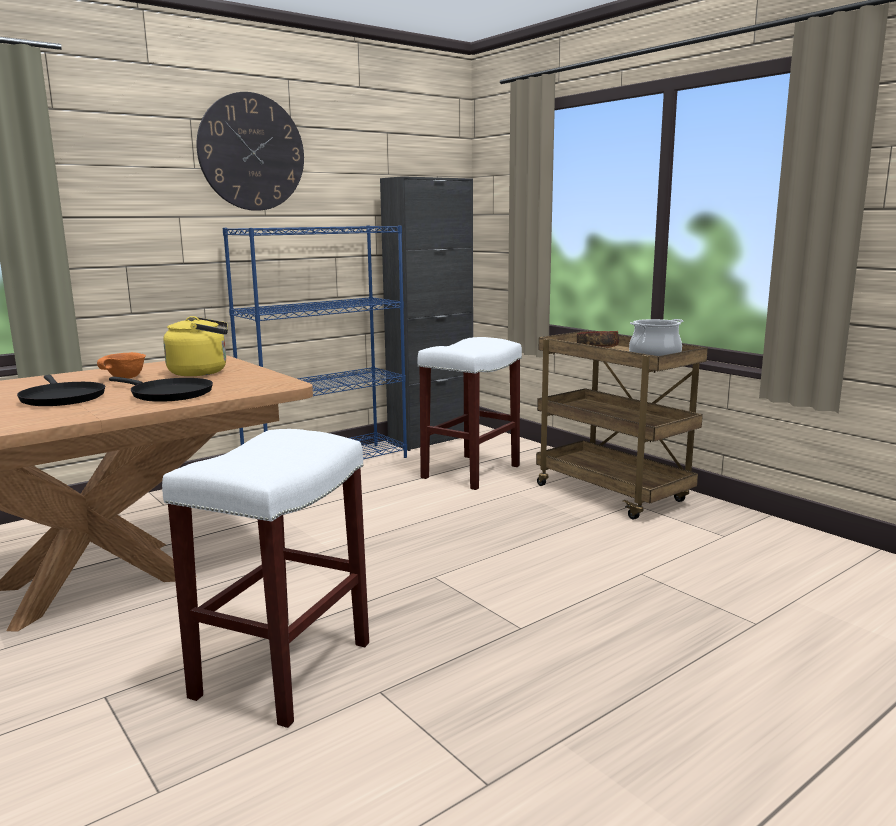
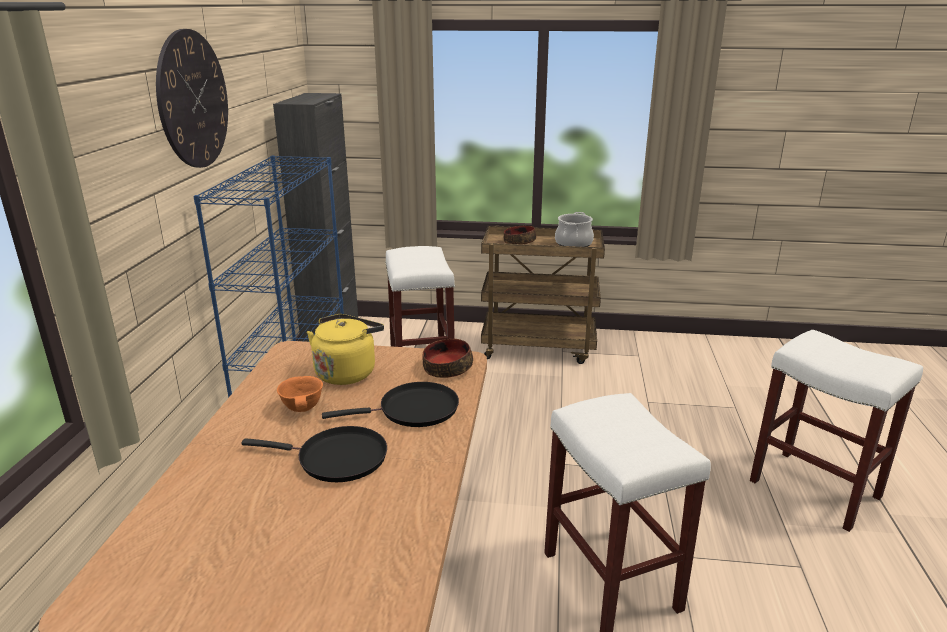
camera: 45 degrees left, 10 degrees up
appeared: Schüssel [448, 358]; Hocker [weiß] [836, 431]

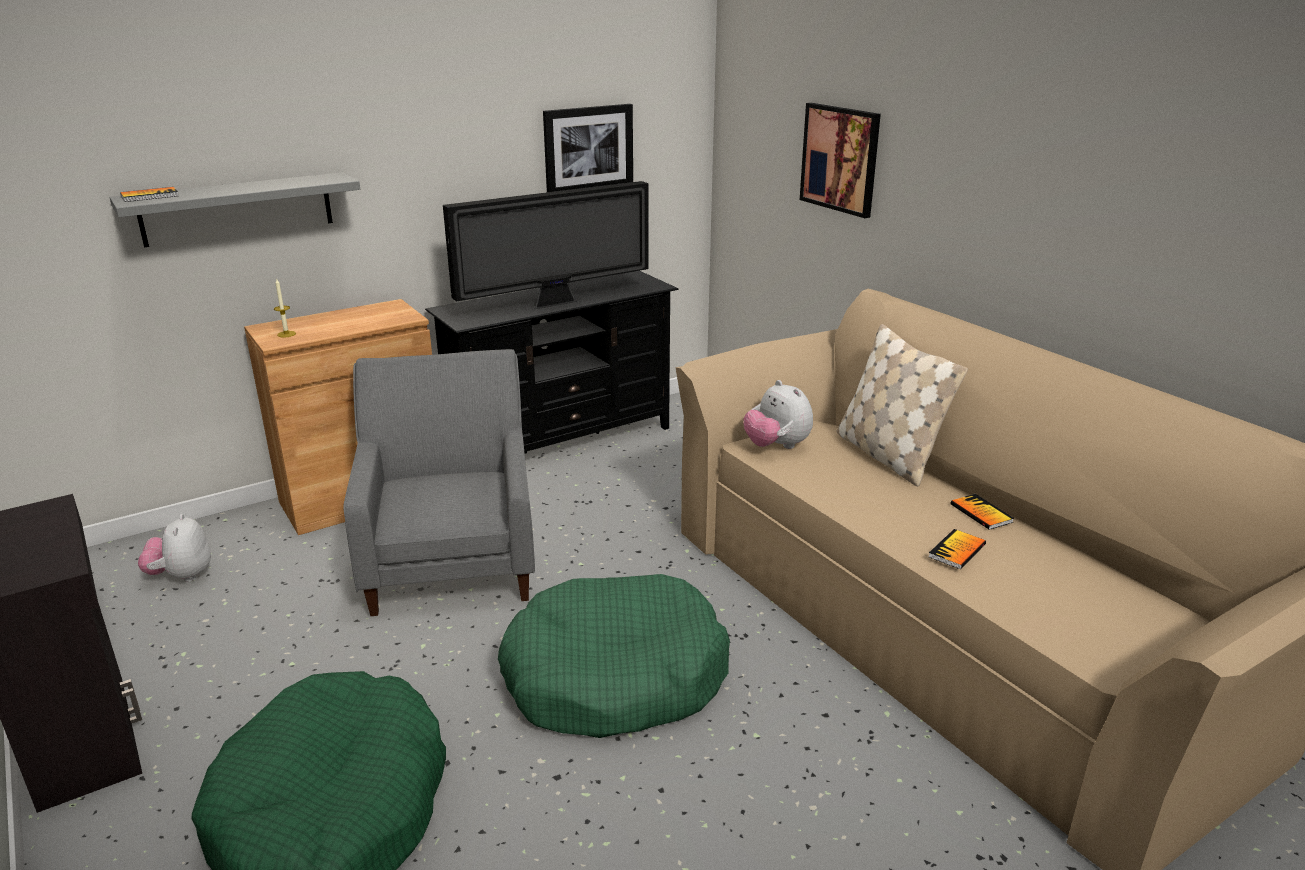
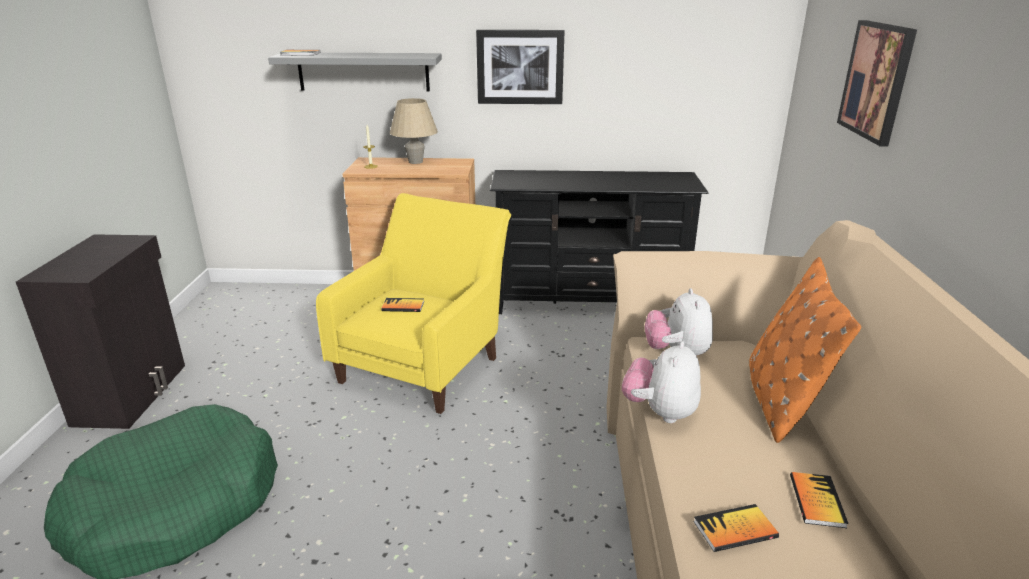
camera: 35 degrees right, 0 degrees up
missing: Fernseher [546, 245]; Hundebett [grün] [614, 656]
appeared: Buch [402, 305]; Tischlampe [beige] [414, 131]
relocated: Plüschtier [174, 548] to [661, 382]; Bild [588, 148] to [520, 67]
colour: Sessel [grau] [439, 482] to Sessel [gelb] [413, 303]; Kissen [beige] [902, 405] to Kissen [orange] [805, 350]

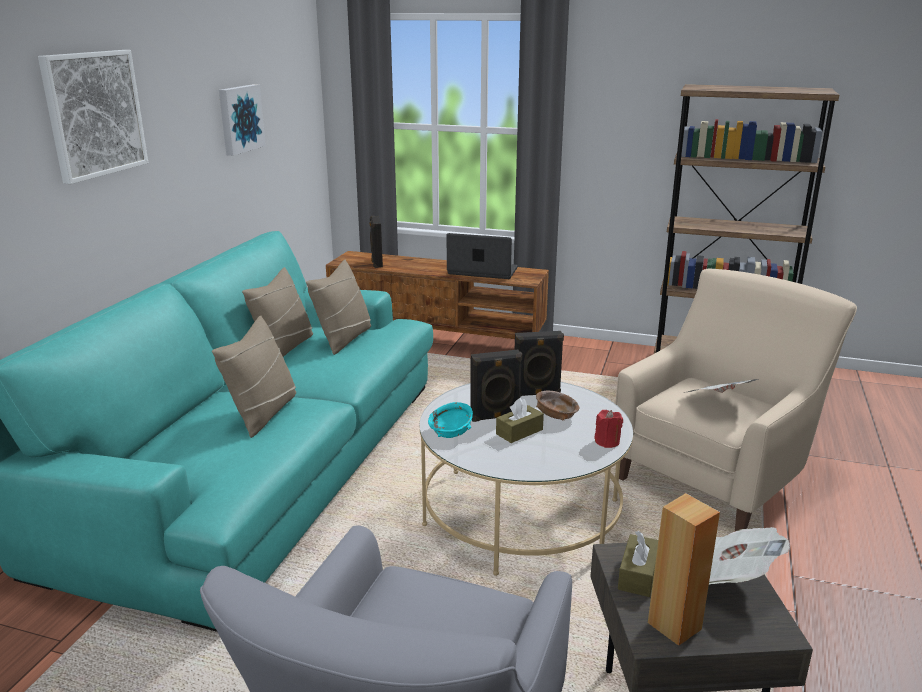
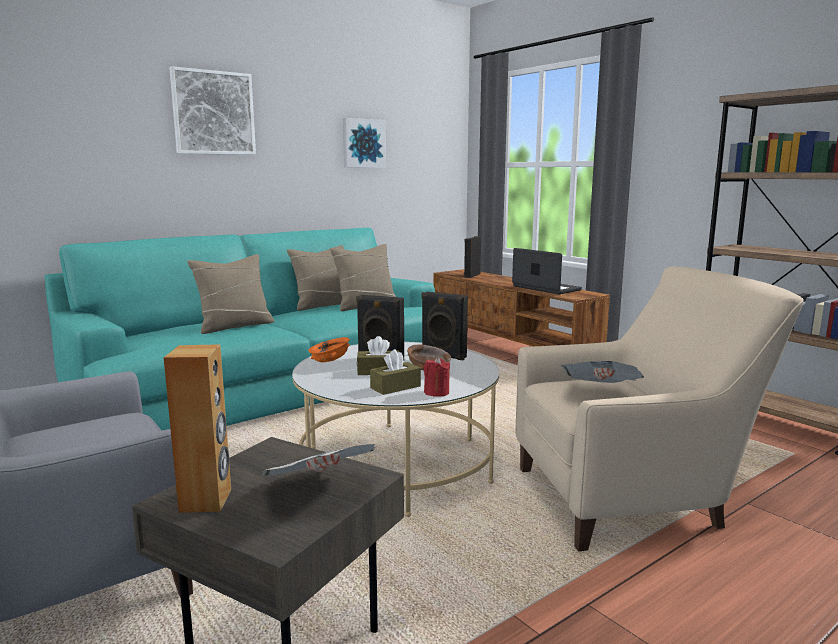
camera: 35 degrees right, 10 degrees down
relocated: Taschentuchbox [braun] [638, 564] to [395, 372]
colour: Schüssel [türkis] [450, 420] to Schüssel [orange] [329, 349]

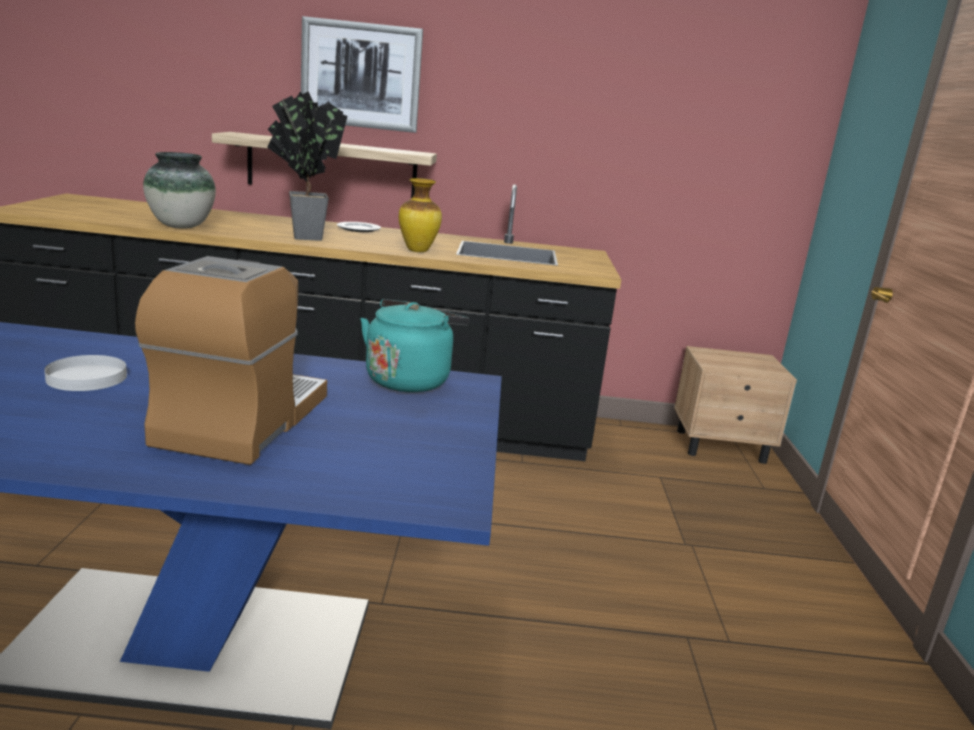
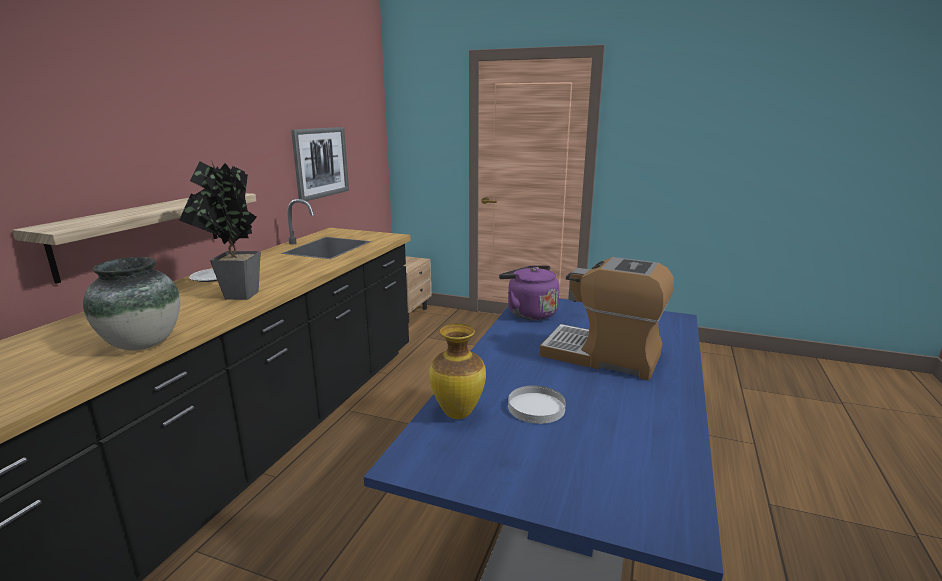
camera: 70 degrees left, 0 degrees up
relocated: Bild [362, 74] to [320, 164]; Vase [420, 215] to [457, 371]
colour: Wasserkessel [türkis] [415, 345] to Wasserkessel [lila] [529, 292]

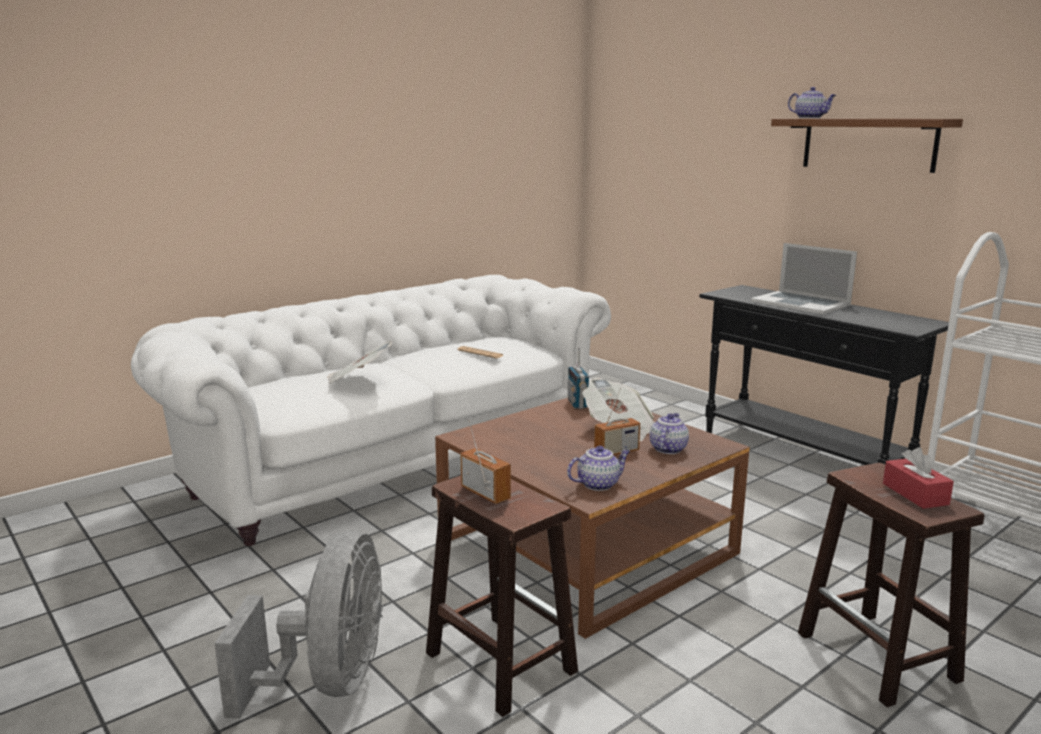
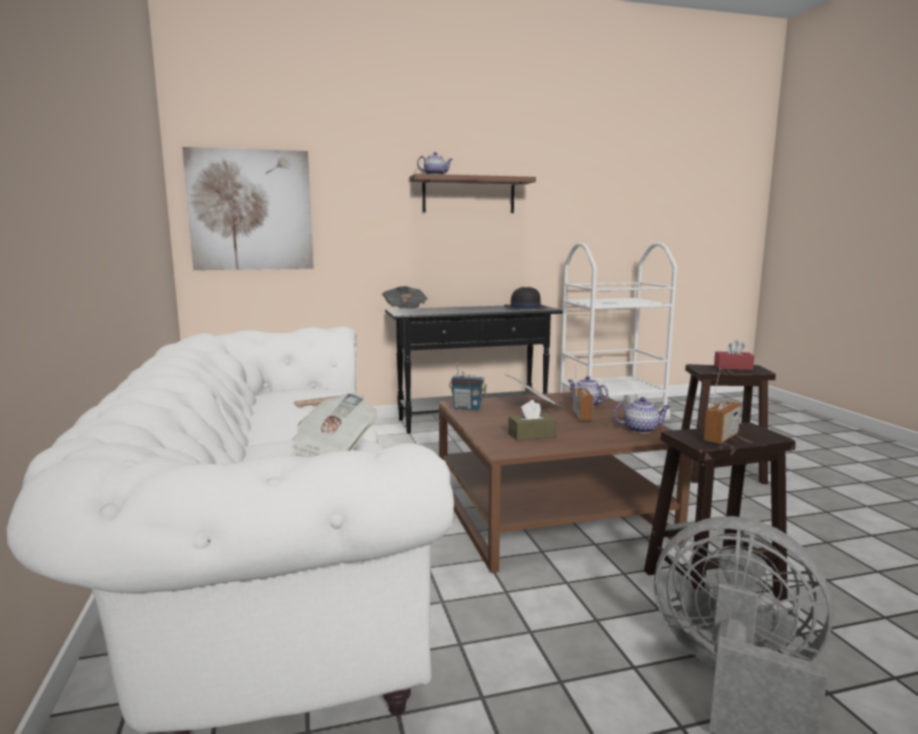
camera: 65 degrees left, 5 degrees down
missing: Laptop [804, 278]
appeared: Bild [248, 208]; Zeitung [405, 297]; Hut [schwarz] [525, 298]; Taschentuchbox [braun] [532, 420]
spun: Radio [486, 461] = [722, 406] 150 degrees clockwise; Teekanne [598, 468] = [642, 415] 90 degrees clockwise

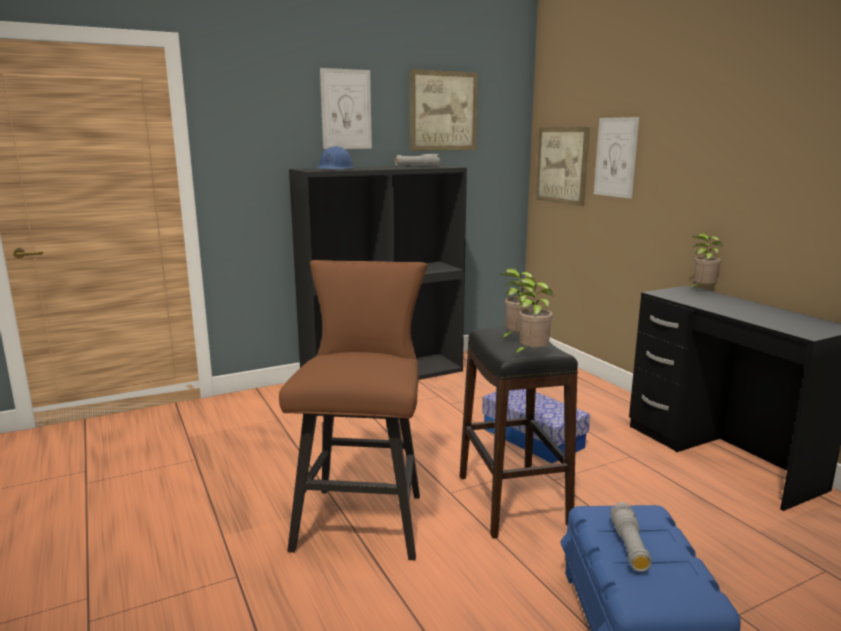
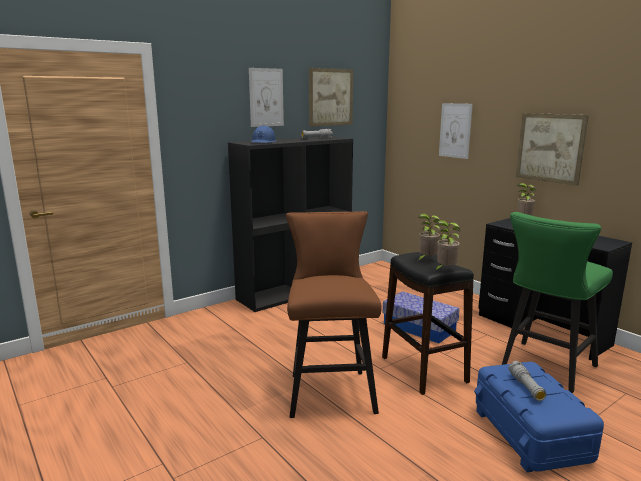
camera: 10 degrees left, 0 degrees up
appeared: Hocker [grün] [557, 302]
relocated: Bild [562, 166] to [552, 149]

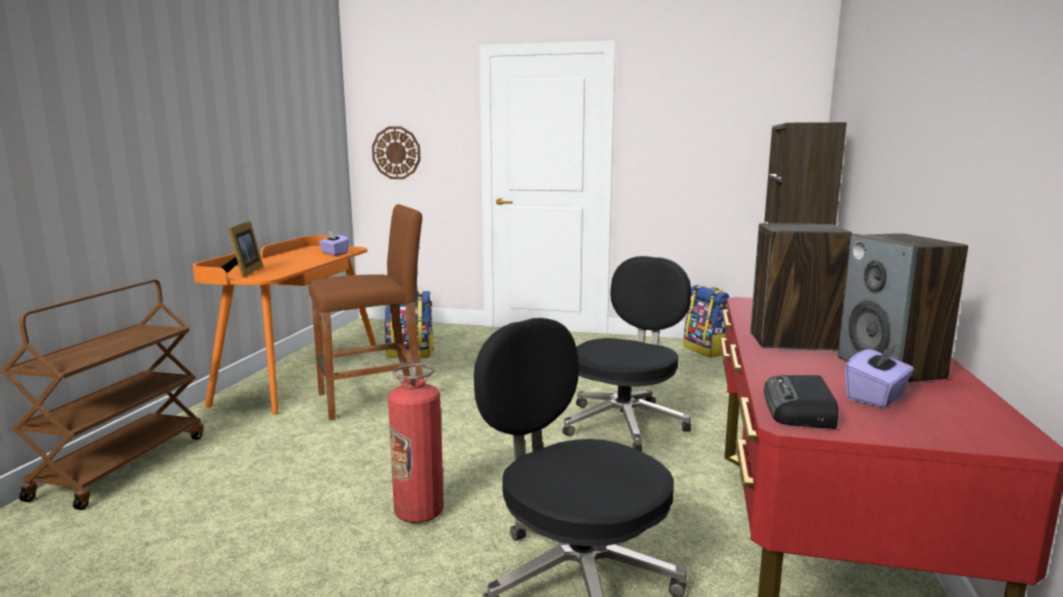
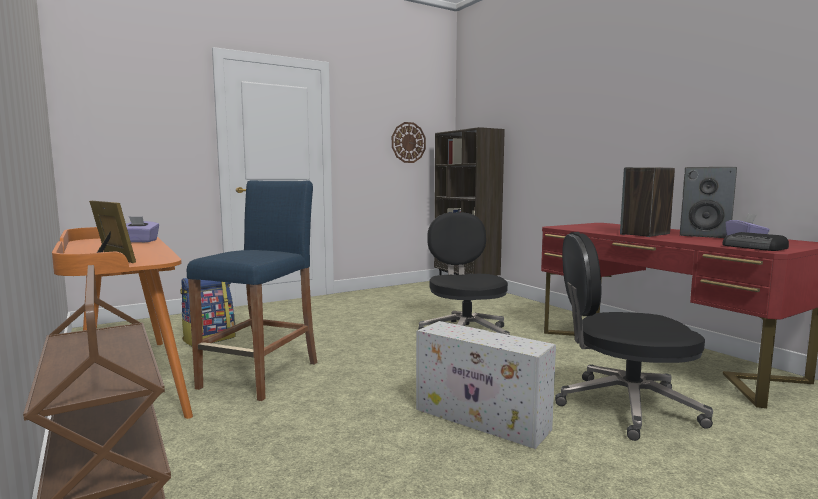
camera: 45 degrees left, 5 degrees down
missing: Rucksack [706, 321]
relocated: Wanduhr [396, 153] to [409, 142]
exchanged: Feuerlöscher [416, 443] to Aufbewahrungsbox [weiß] [486, 385]
colour: Hocker [braun] [366, 312] to Hocker [blau] [252, 290]

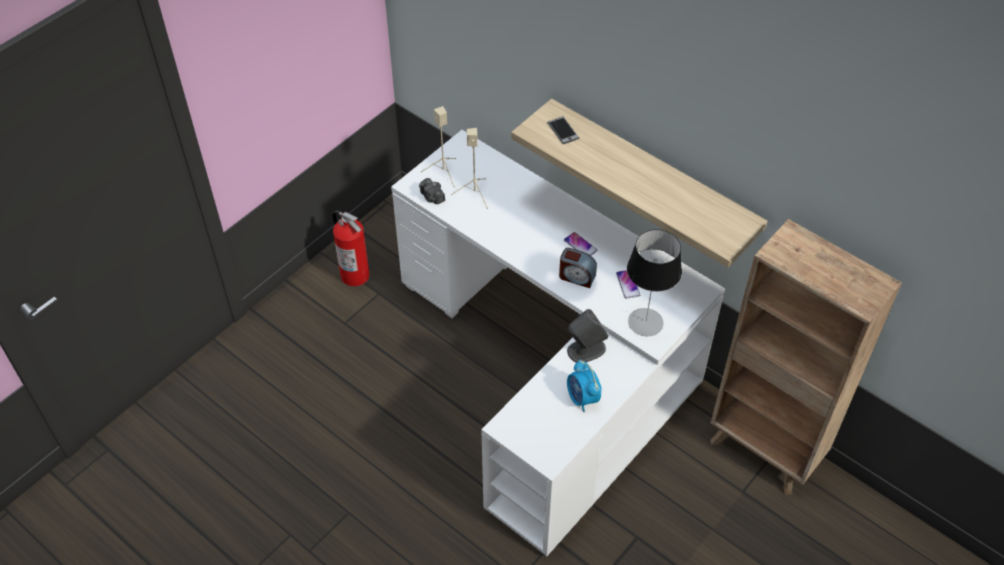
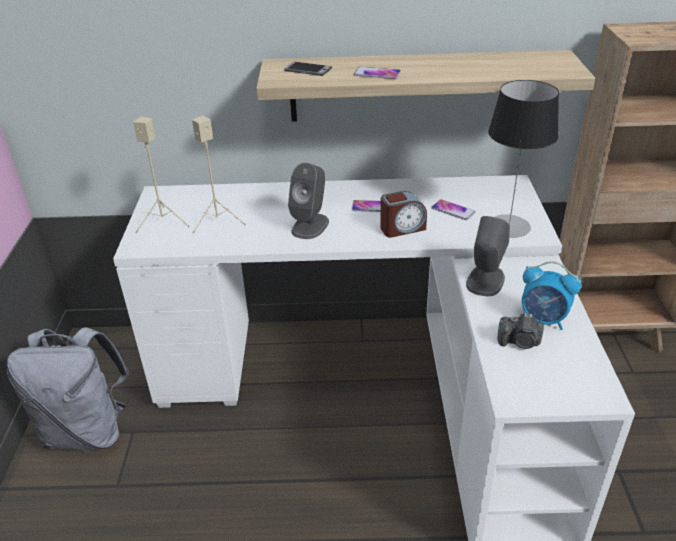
camera: 40 degrees left, 15 degrees down
appeared: Lautsprecher [grau] [308, 201]; Handy [377, 73]
relocated: Kamera [432, 191] to [520, 331]
exchanged: Feuerlöscher [351, 248] to Rucksack [grau] [68, 388]

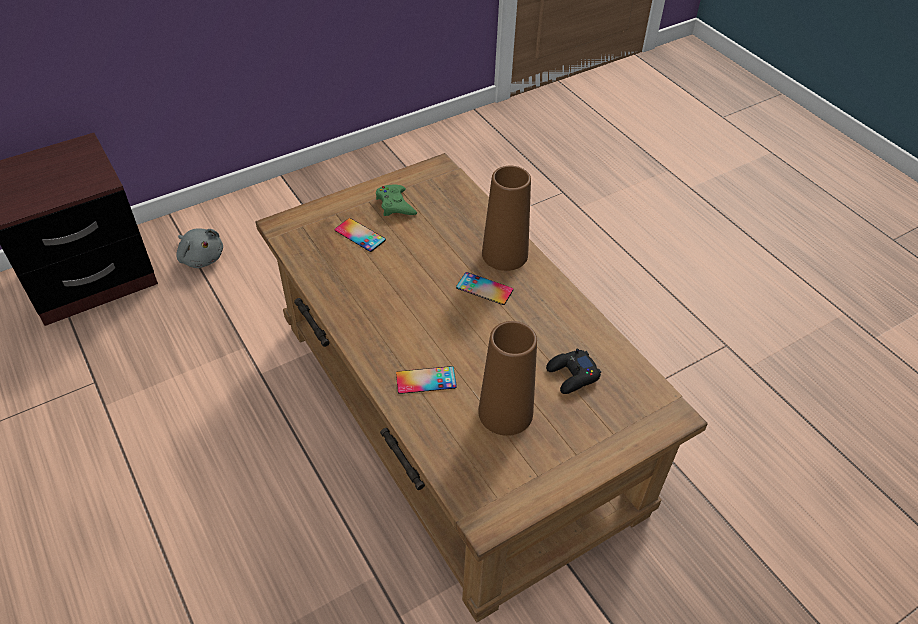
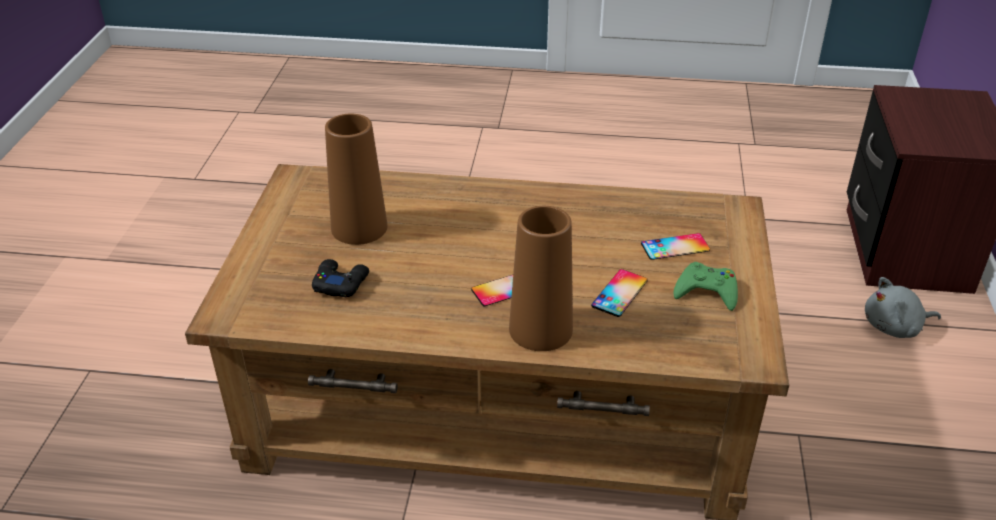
camera: 130 degrees right, 10 degrees down
relocated: Handy [426, 380] to [619, 293]

